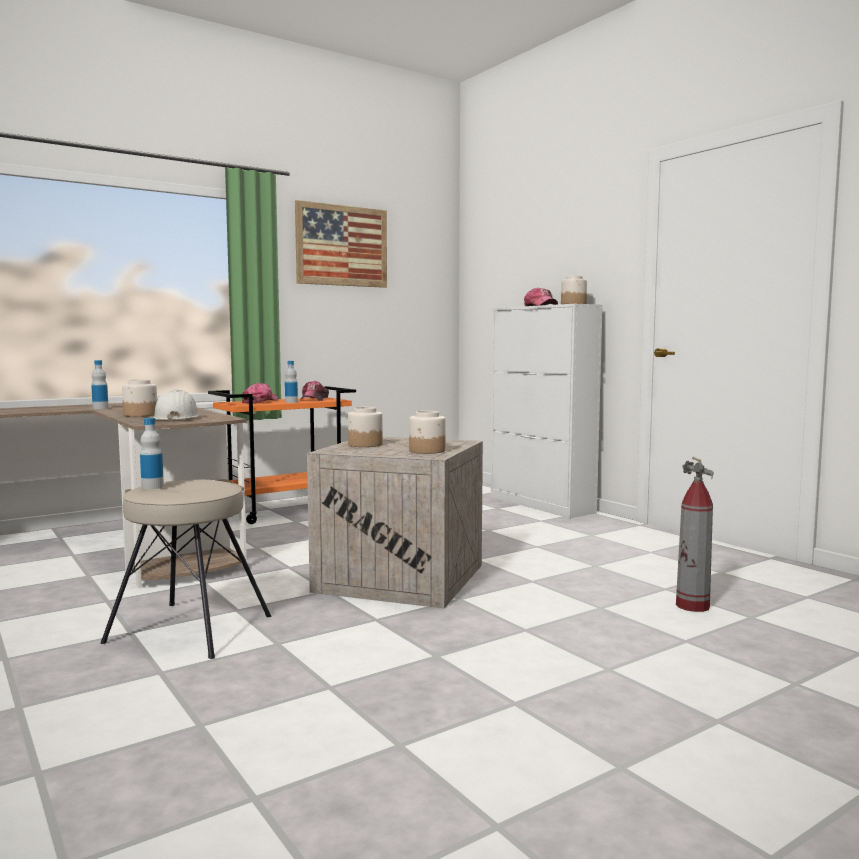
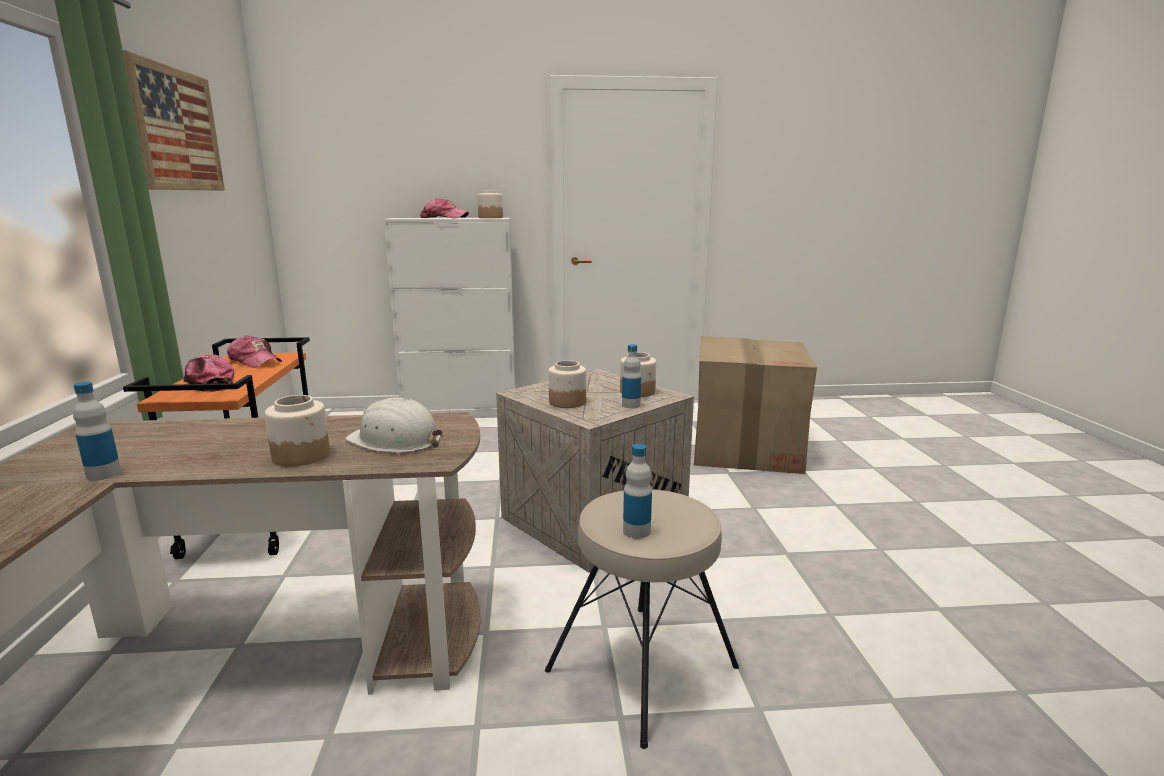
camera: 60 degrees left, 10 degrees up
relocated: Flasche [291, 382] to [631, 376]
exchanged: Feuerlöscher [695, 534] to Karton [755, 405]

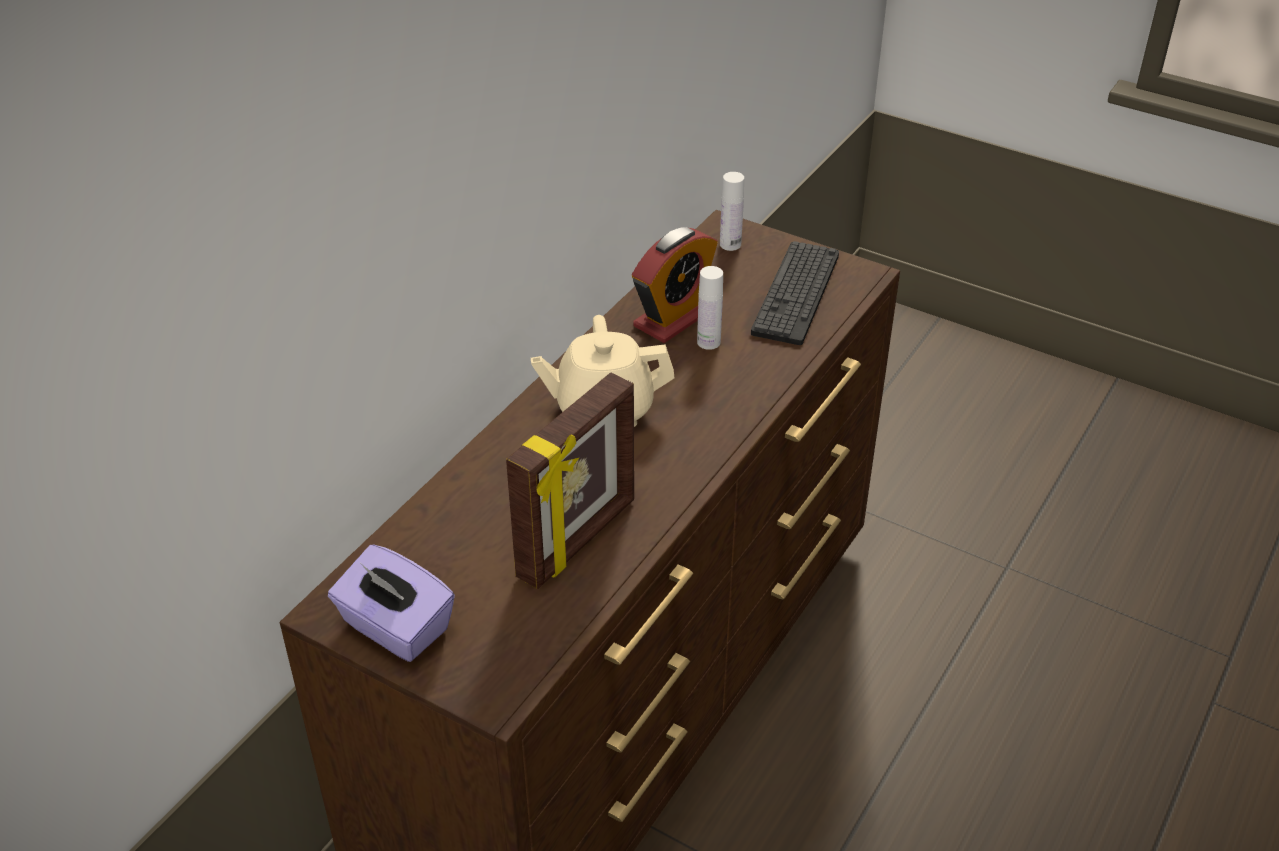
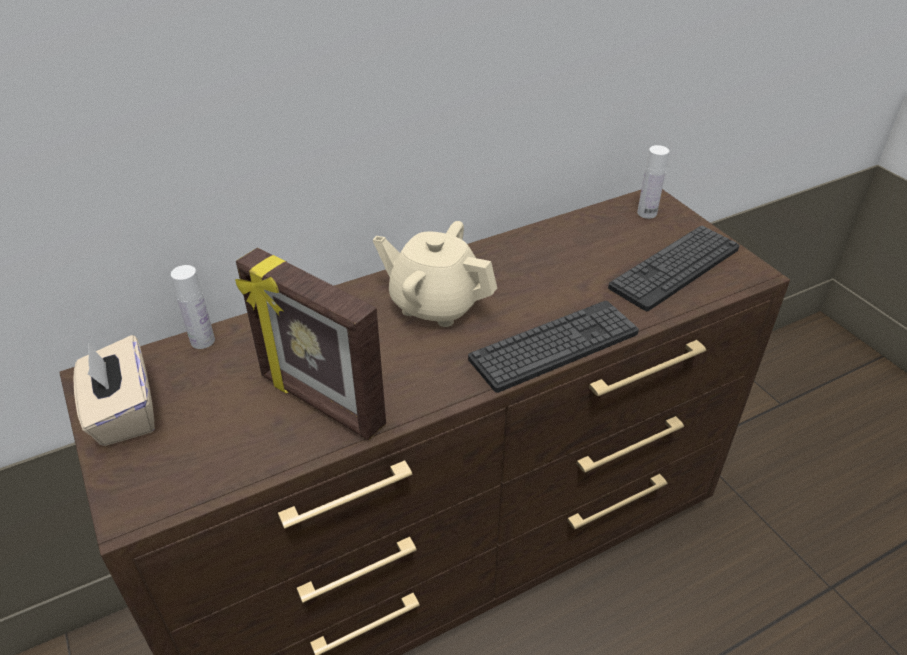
camera: 30 degrees right, 0 degrees up
missing: Wecker [675, 285]
appeared: Tastatur [553, 347]
relocated: Flasche [weiß] [710, 308] to [193, 307]
colour: Taschentuchbox [lila] [391, 603] to Taschentuchbox [beige] [114, 390]
spun: Bilderrahmen [570, 481] = [310, 344] 60 degrees clockwise

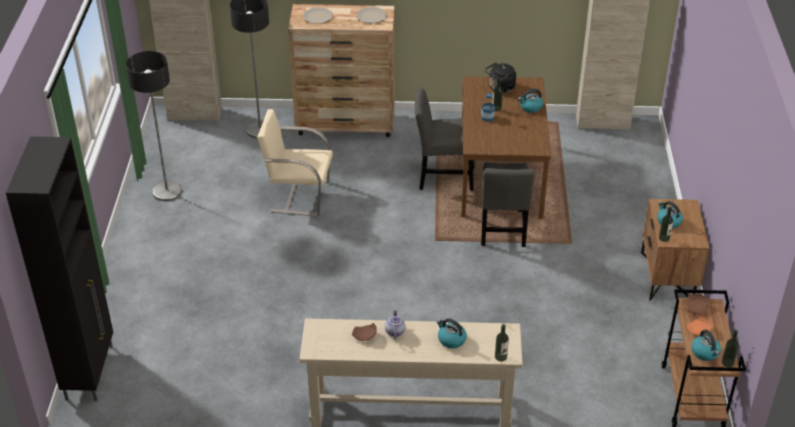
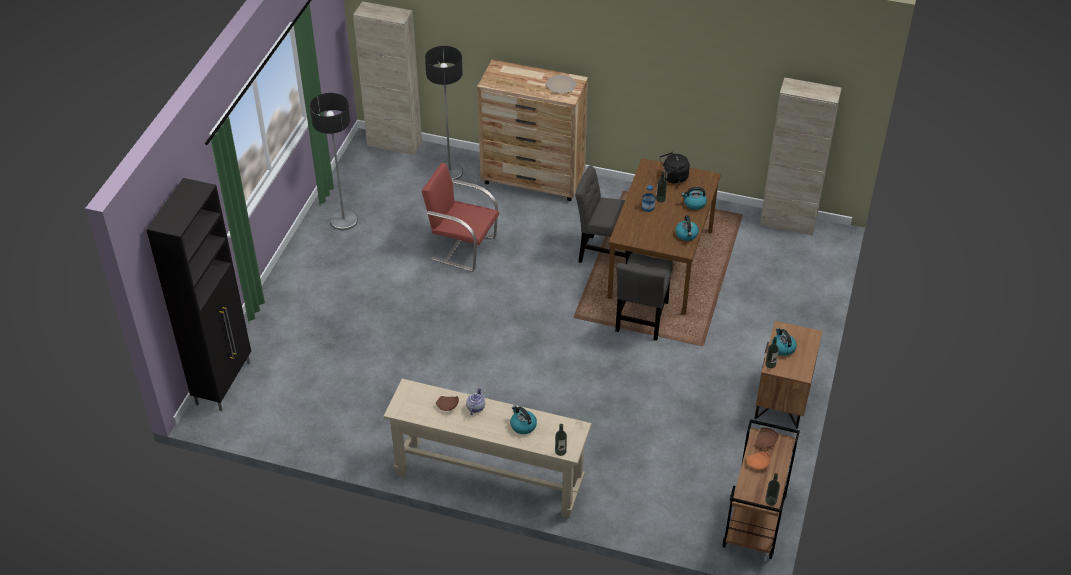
camera: 15 degrees right, 5 degrees up
missing: Teller [318, 15]
relocated: Wasserkessel [706, 345] to [687, 228]
colour: Stuhl [beige] [295, 162] to Stuhl [rot] [460, 217]

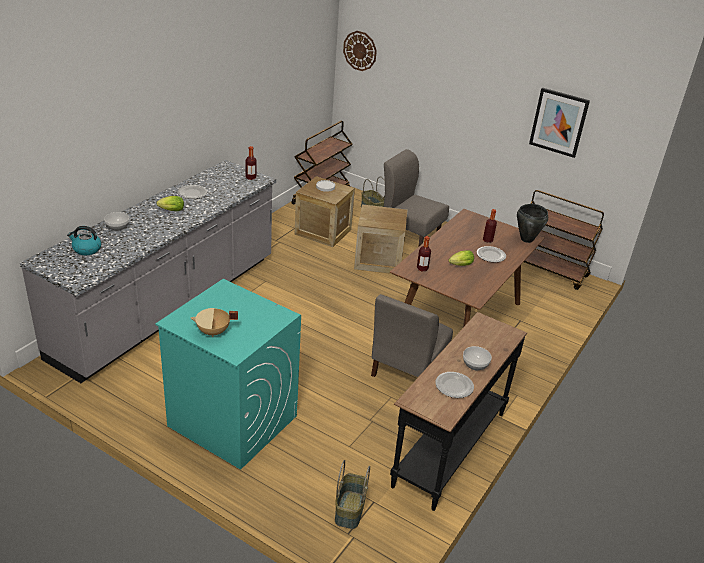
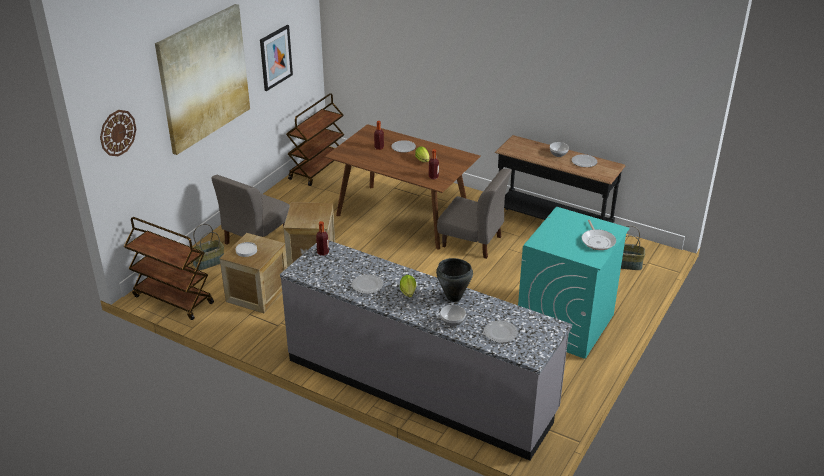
camera: 90 degrees left, 0 degrees up
appeared: Bild [202, 79]
relocated: Kochtopf [schwarz] [532, 223] to [454, 280]
exchanged: Wasserkessel [84, 240] to Teller [501, 332]; Kochtopf [beige] [214, 322] to Pfanne [599, 235]

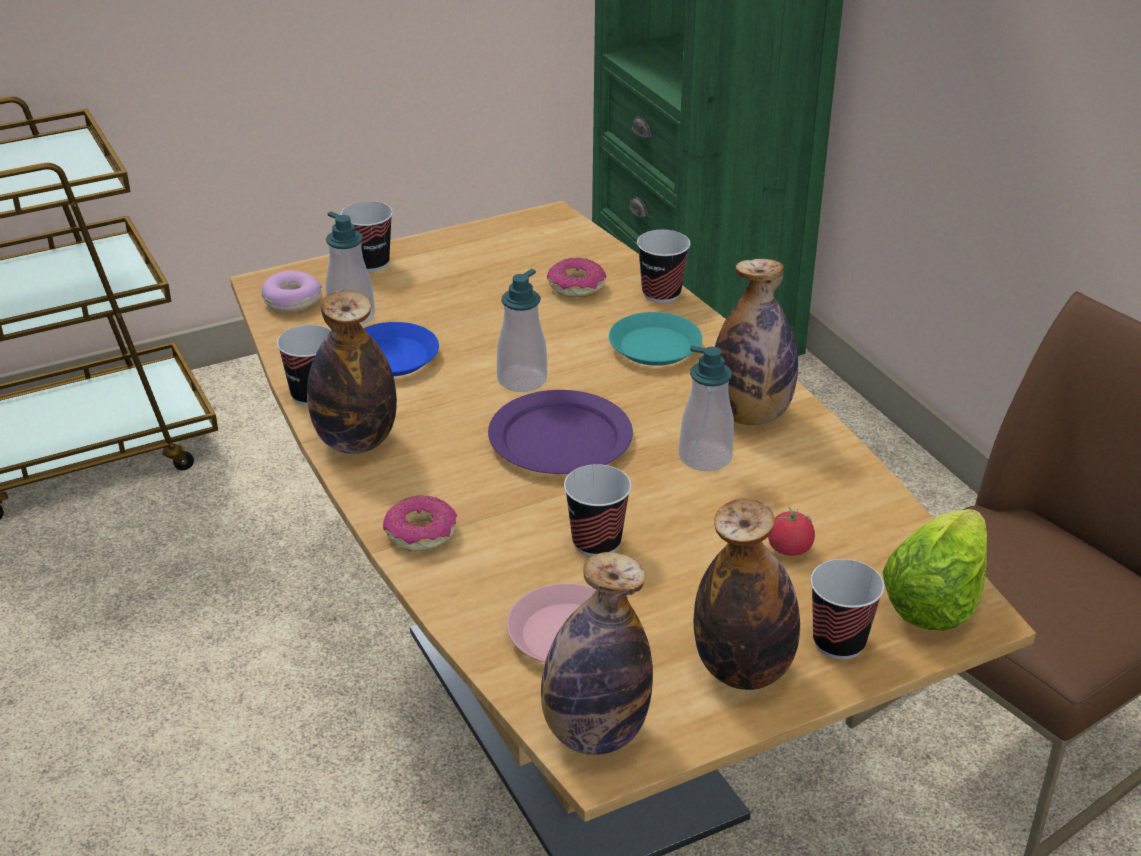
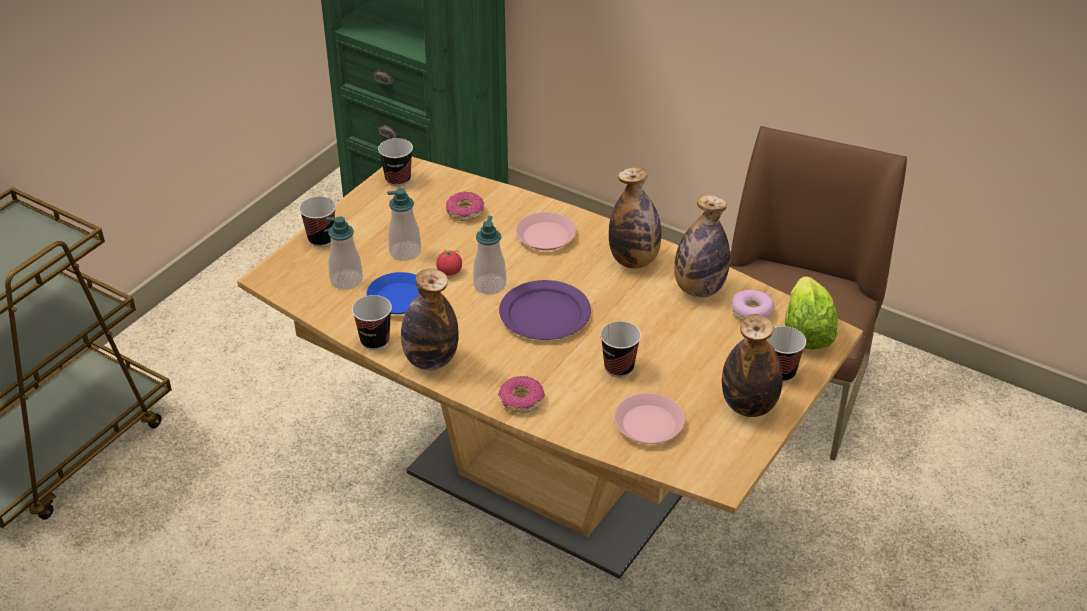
camera: 30 degrees left, 5 degrees up
relocated: Donut [292, 291] to [753, 305]; Flasche [597, 653] to [702, 246]; Tasse [663, 266] to [395, 162]; Seifenspender [706, 408] to [404, 224]; Tomate [791, 531] to [449, 262]
colour: Teller [türkis] [655, 339] to Teller [rosa] [546, 231]

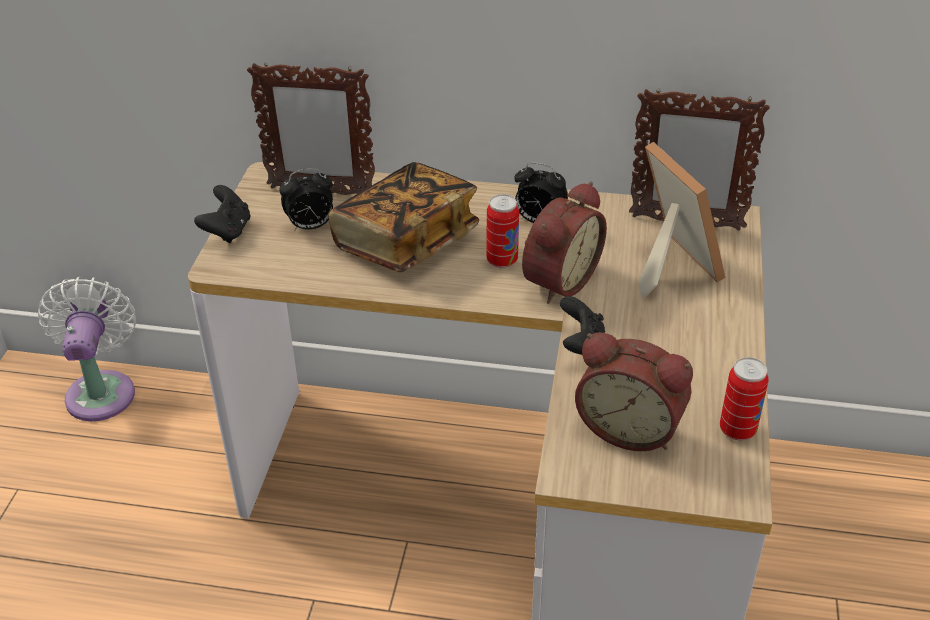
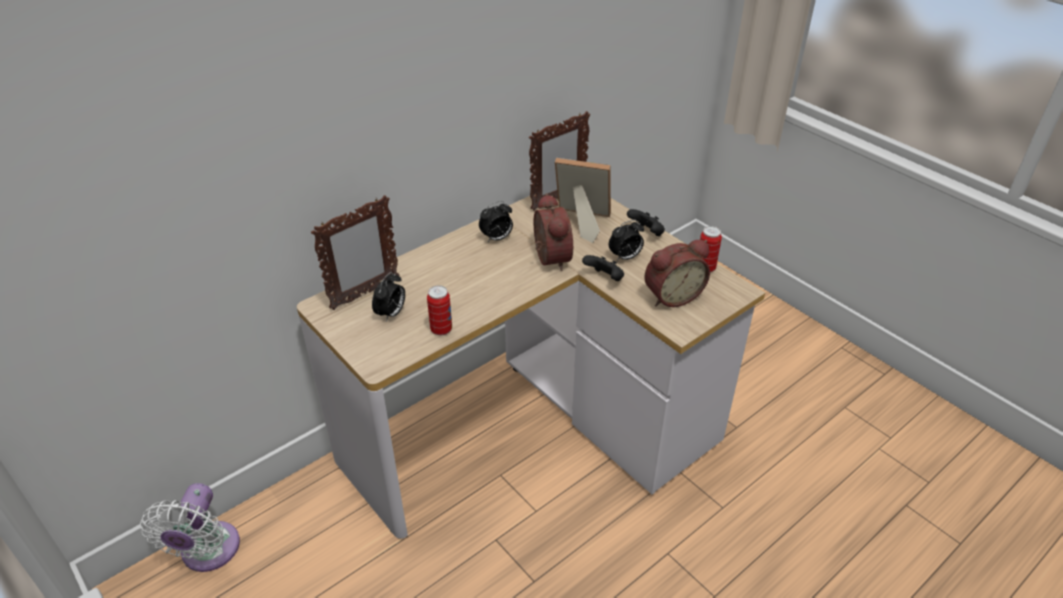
camera: 50 degrees left, 0 degrees up
missing: Buch [403, 217]
appeared: Wecker [626, 240]
relocated: Gamepad [schwarz] [222, 214] to [646, 222]; Dose [502, 231] to [439, 310]
spun: Ventilator [weiß] [87, 349] = [190, 527] 120 degrees counterclockwise

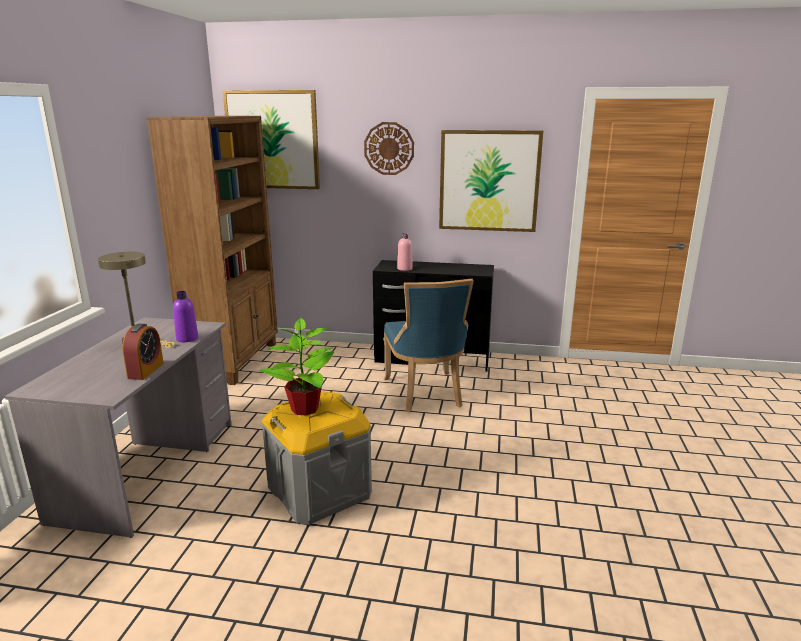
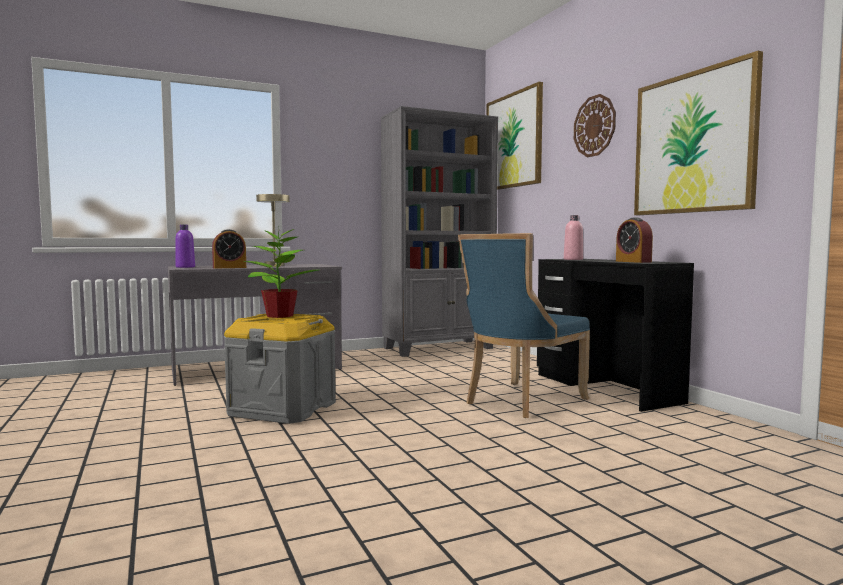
camera: 55 degrees right, 15 degrees down
appeared: Wecker [634, 240]
relocated: Flasche [lila] [185, 316] to [185, 246]
colour: Bücherregal [braun] [212, 250] to Bücherregal [grau] [439, 231]

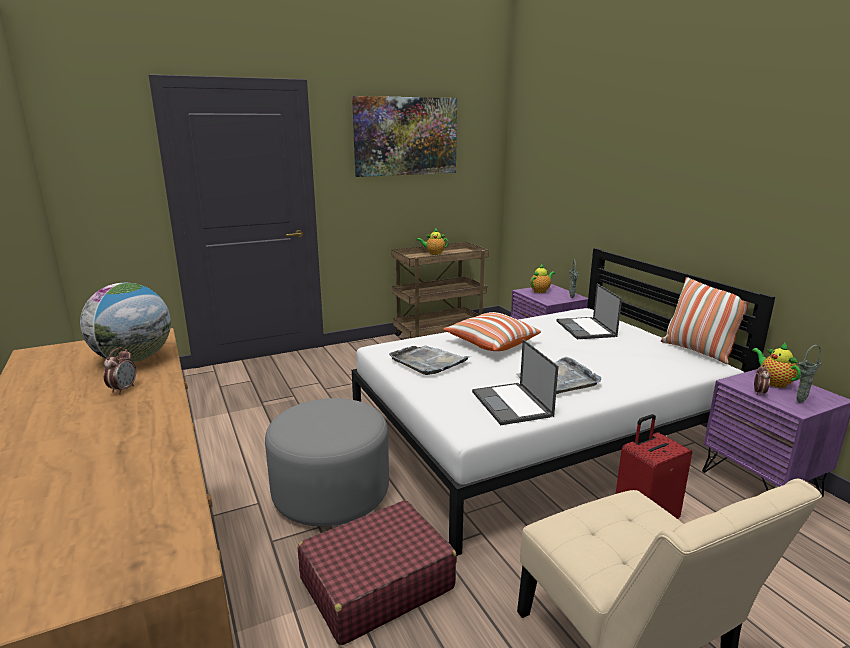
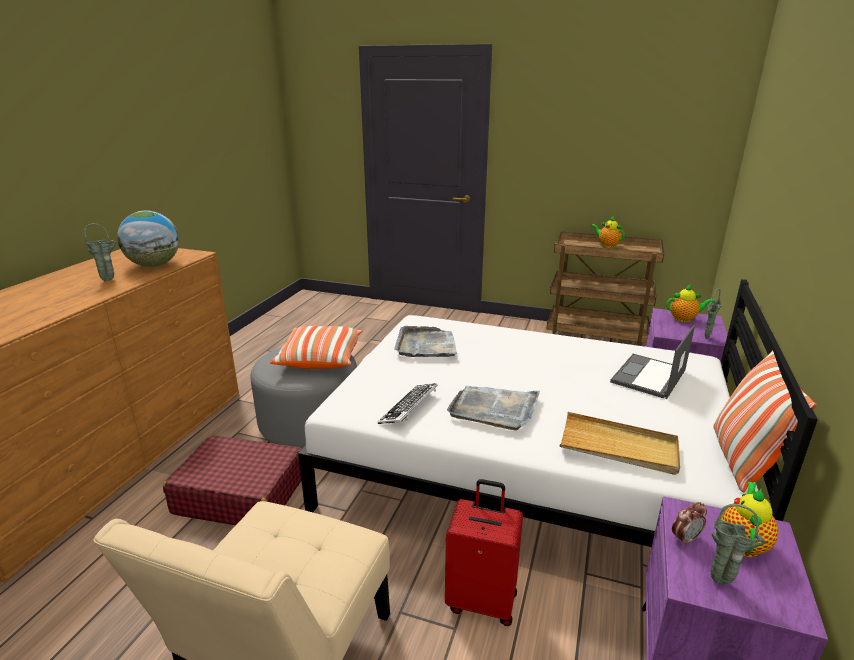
camera: 45 degrees right, 5 degrees up
missing: Bild [404, 136]
appeared: Tablett [beige] [620, 443]
relocated: Kissen [492, 331] to [316, 347]
exchanged: Wecker [119, 370] to Vase [grün] [100, 252]; Laptop [515, 382] to Tastatur [408, 403]

